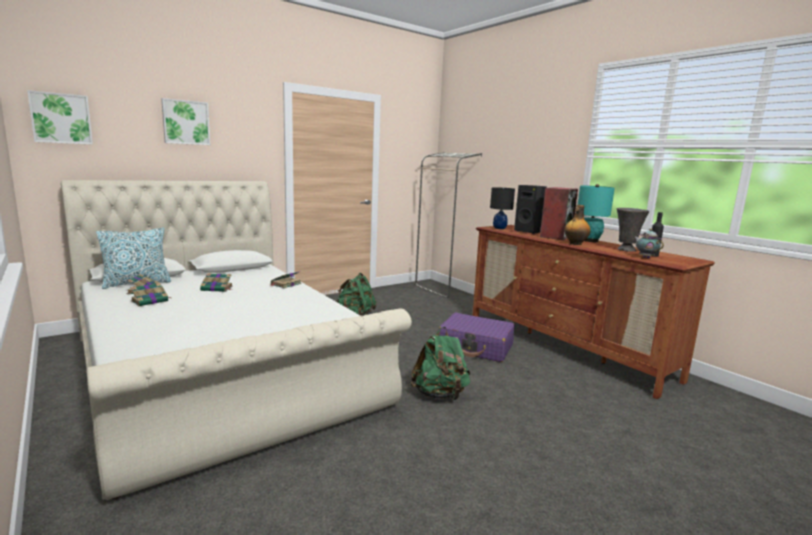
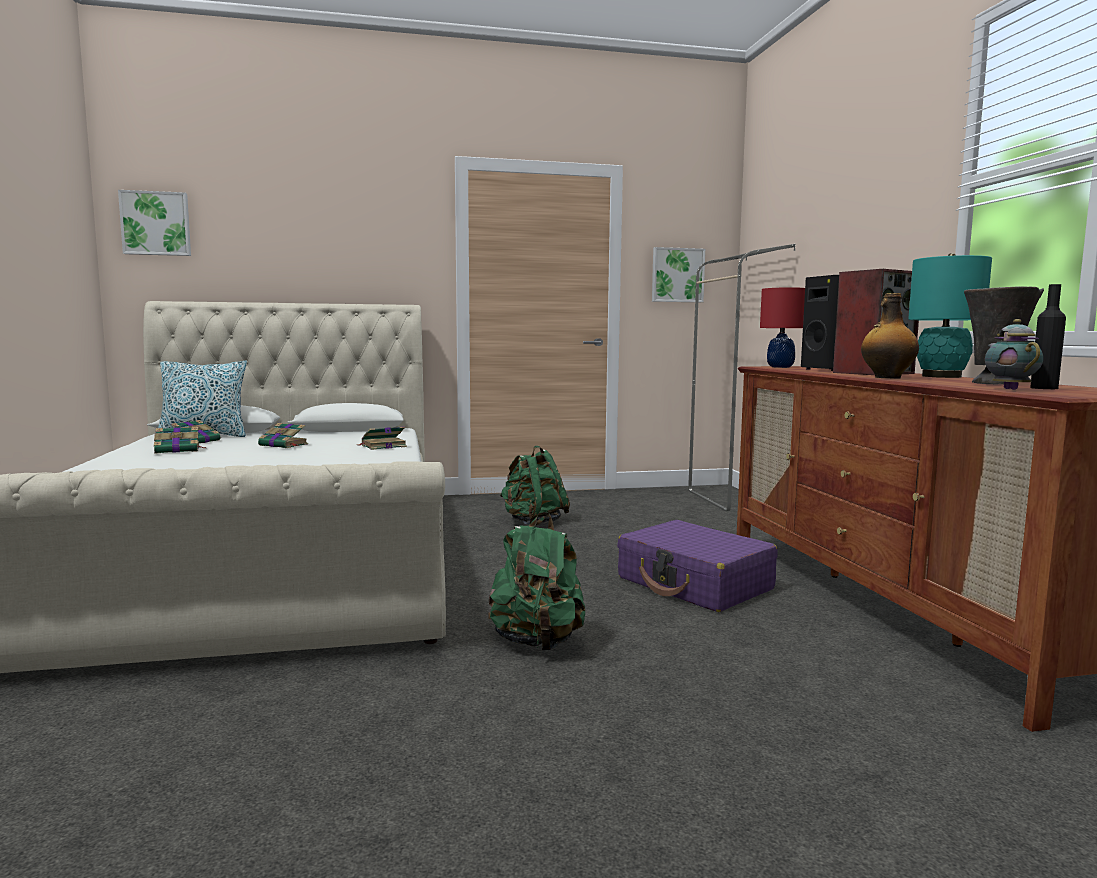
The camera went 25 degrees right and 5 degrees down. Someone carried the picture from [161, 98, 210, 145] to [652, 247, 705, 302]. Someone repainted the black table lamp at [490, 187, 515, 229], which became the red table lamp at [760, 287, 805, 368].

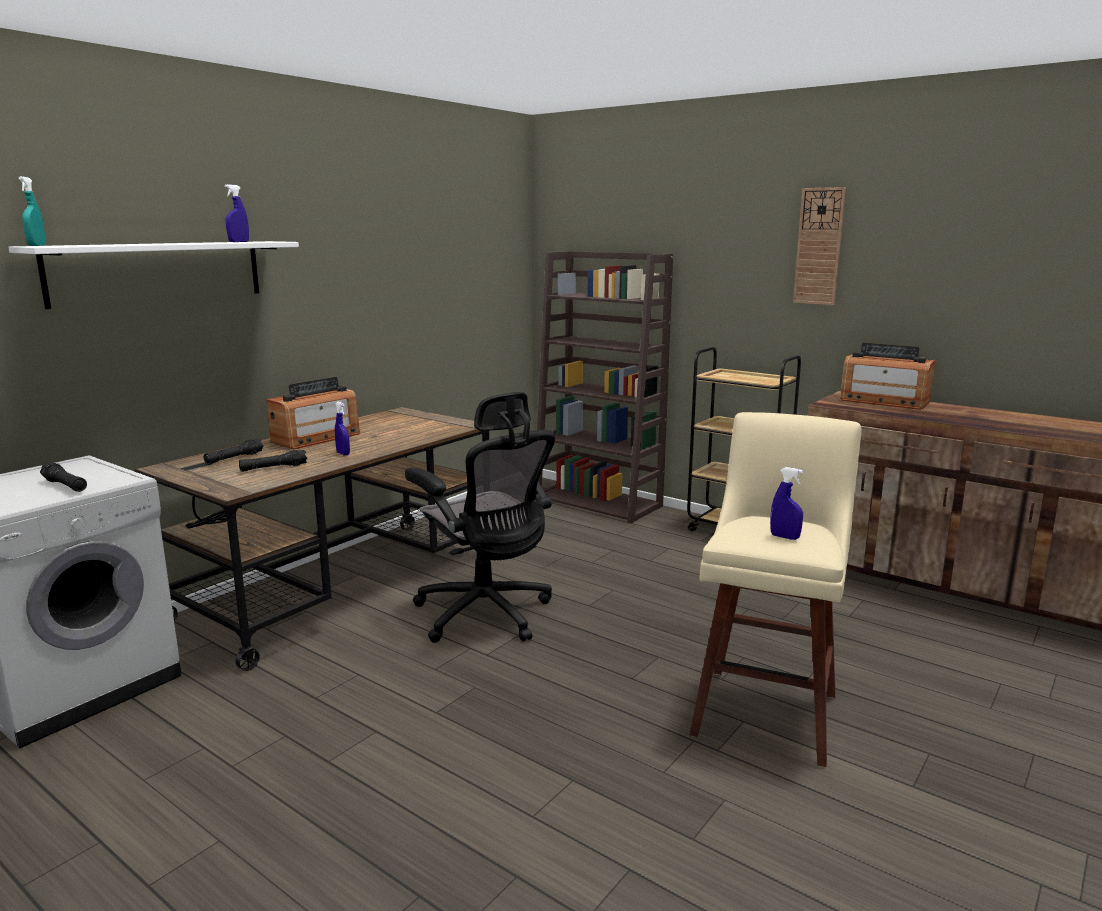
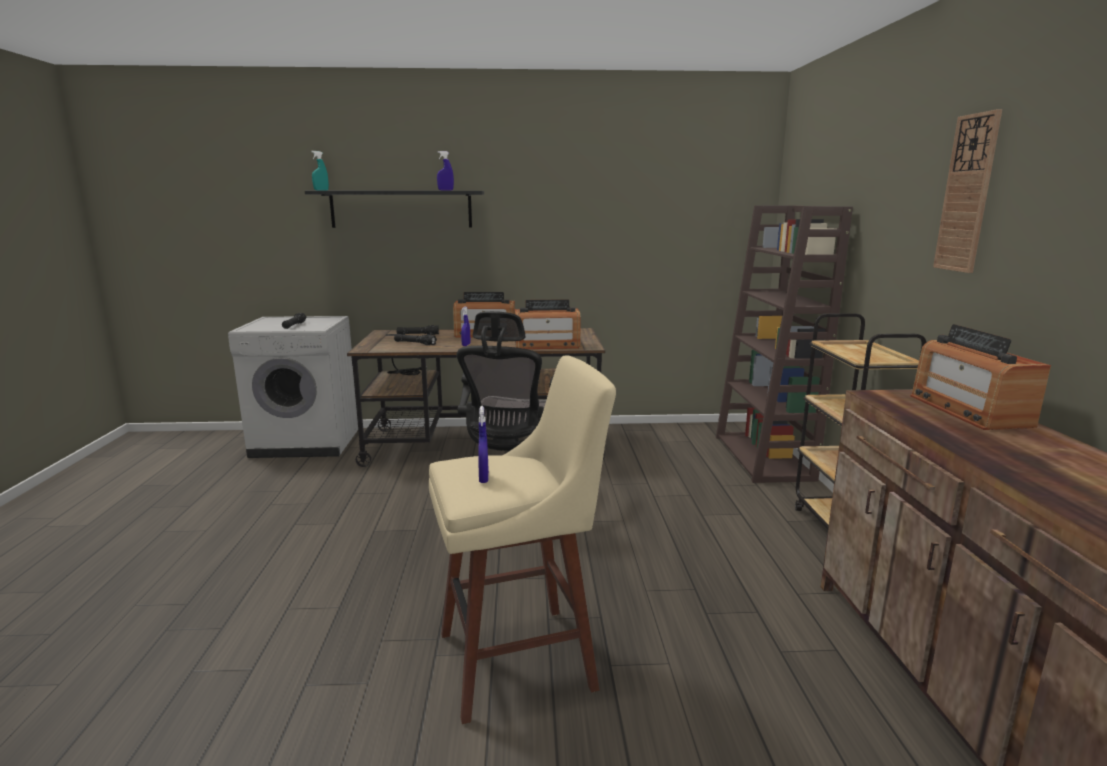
The camera went 50 degrees right and 0 degrees up. Someone repainted the white shelf at [9, 241, 299, 309], which became the black shelf at [305, 191, 484, 228]. Someone put down the radio at [515, 299, 580, 349].

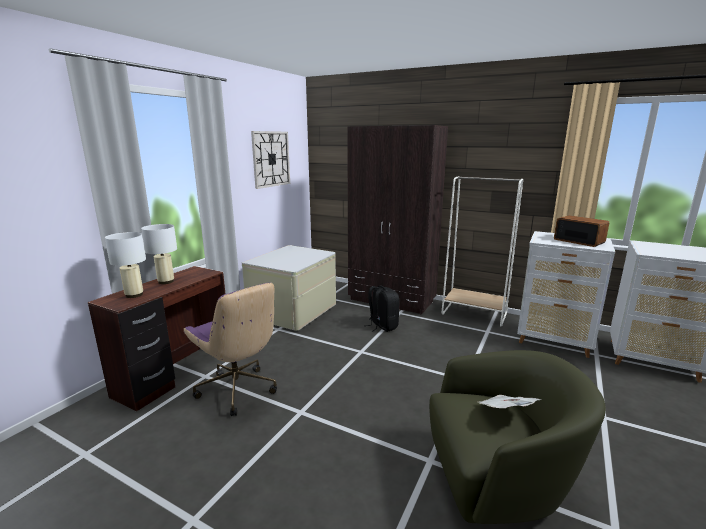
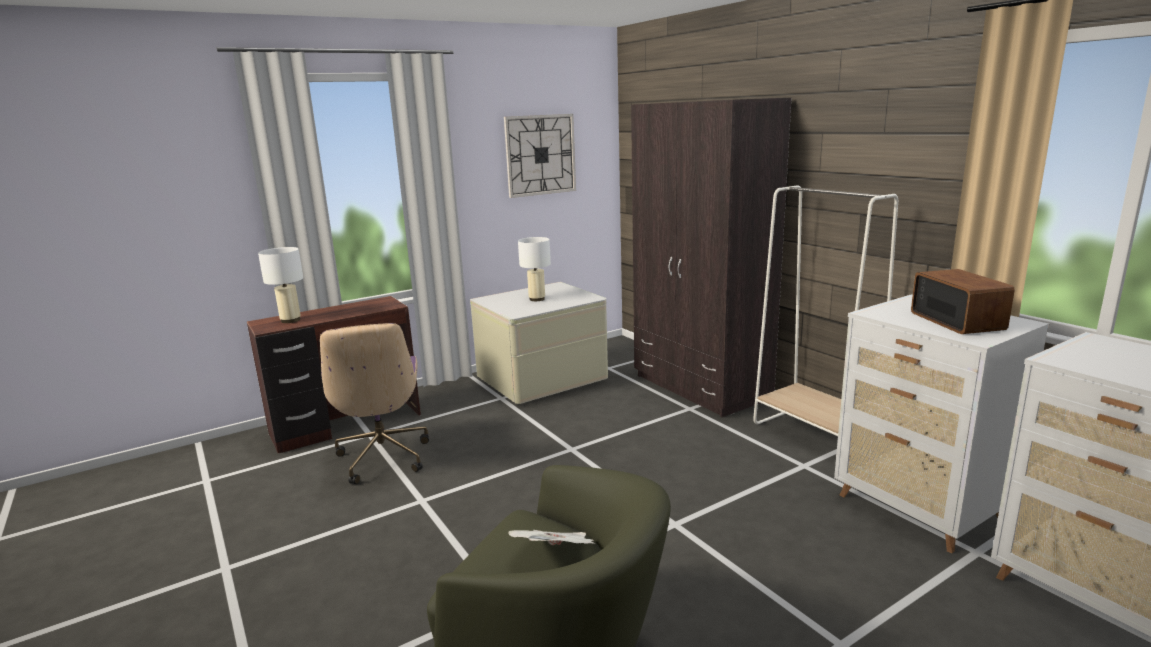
The camera went 30 degrees right and 0 degrees up. Someone carried the white table lamp from [141, 224, 177, 284] to [518, 237, 551, 301]. Someone took away the black backpack at [364, 285, 399, 332].

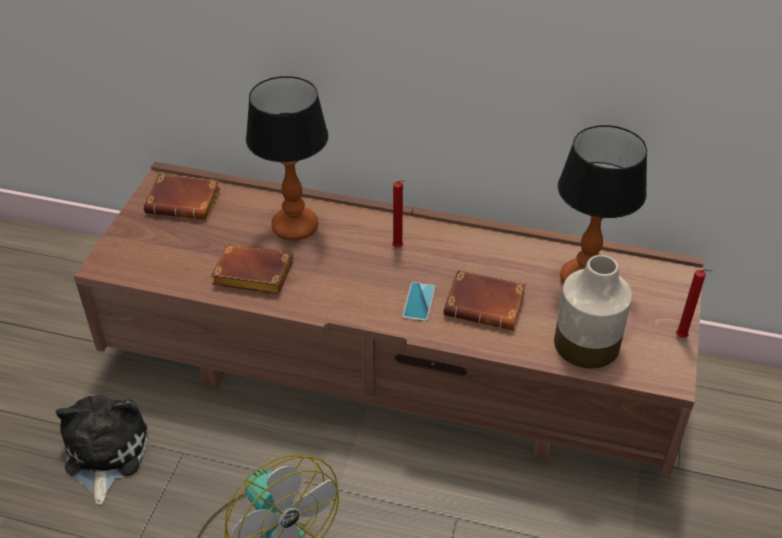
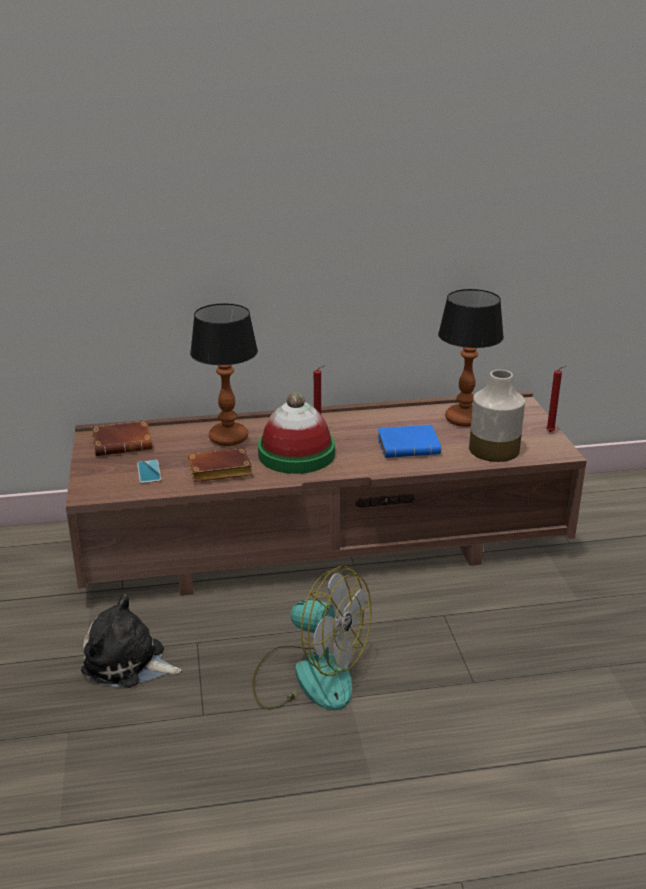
The camera went 25 degrees left and 15 degrees down. Someone repainted the brown book at [443, 270, 526, 330], which became the blue book at [377, 425, 441, 458]. Someone carried the phone from [402, 282, 435, 321] to [137, 460, 162, 483]. Someone rotated the plush toy at [56, 395, 147, 505] by 45 degrees counterclockwise. Someone put down the hat at [258, 392, 335, 474].

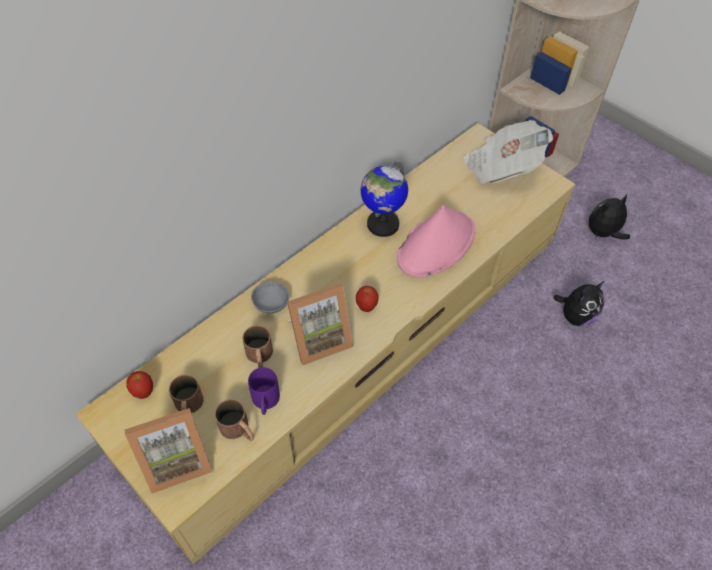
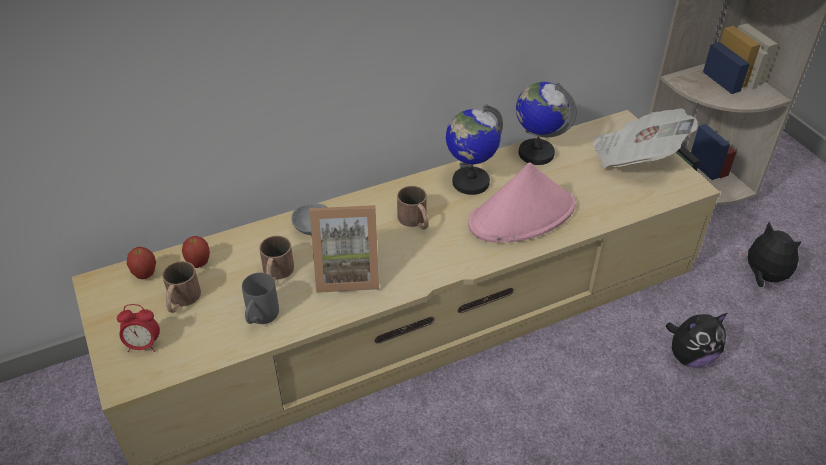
The camera went 20 degrees right and 10 degrees down. Someone rotated the plush toy at [589, 194, 630, 240] by 60 degrees clockwise. Someone carried the apple from [356, 286, 379, 312] to [182, 236, 210, 268]. Someone repainted the purple mug at [248, 367, 280, 415], which became the grey mug at [242, 273, 279, 324]. Someone carried the brown mug from [215, 399, 254, 441] to [397, 186, 429, 230]. Someone swapped the picture frame at [125, 408, 212, 494] for the alarm clock at [117, 304, 160, 352]. Someone put down the globe at [516, 82, 577, 165].

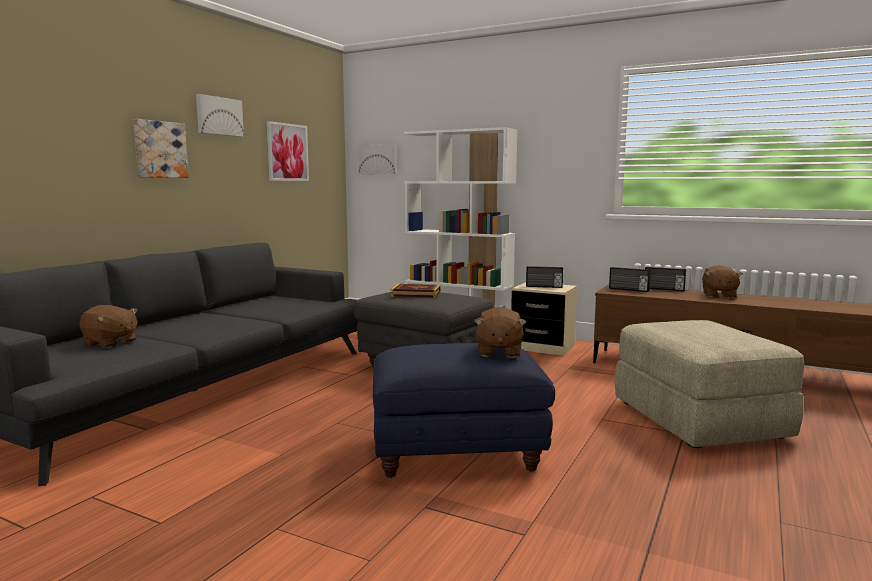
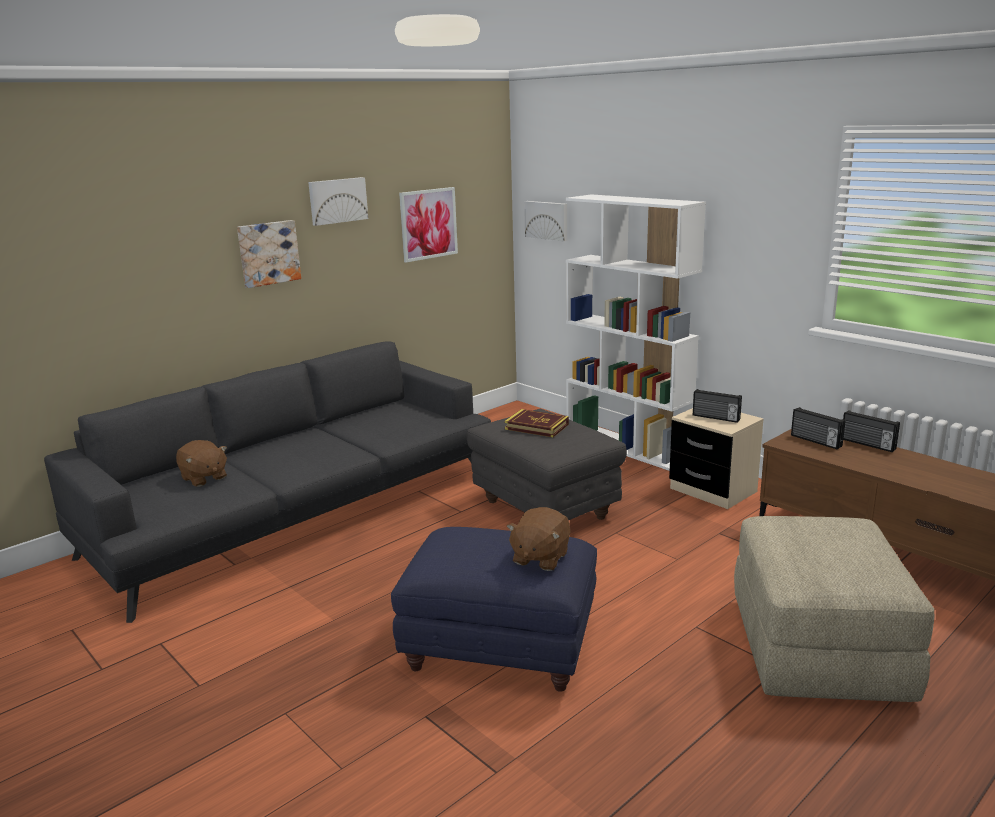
The camera went 20 degrees right and 10 degrees up. Someone took away the brown plush toy at [702, 265, 743, 298].

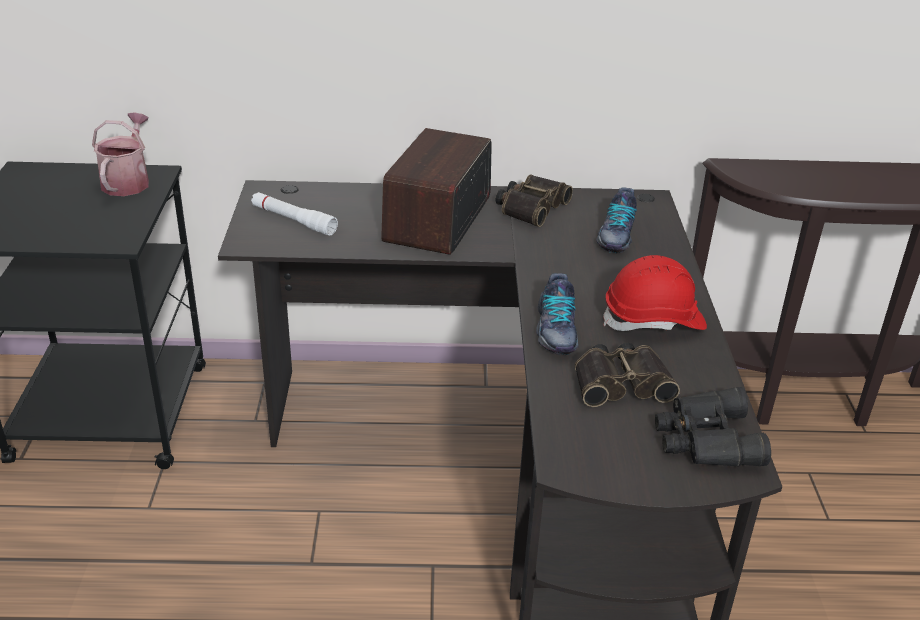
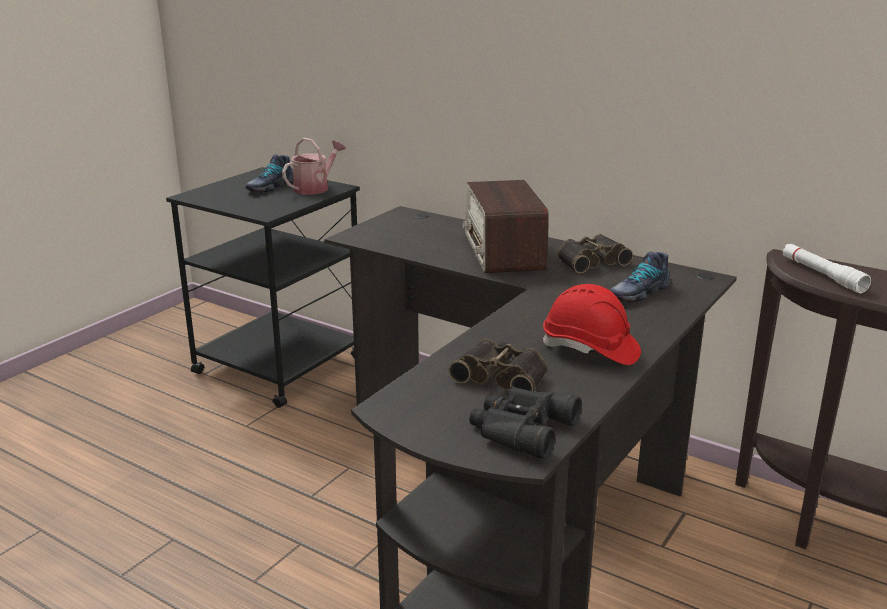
The camera went 35 degrees right and 10 degrees down. Someone rotated the radio at [381, 128, 492, 255] by 60 degrees counterclockwise. Someone carried the white flashlight from [251, 192, 338, 235] to [783, 244, 871, 293]. Someone carried the shoe from [536, 273, 579, 355] to [245, 154, 293, 194].

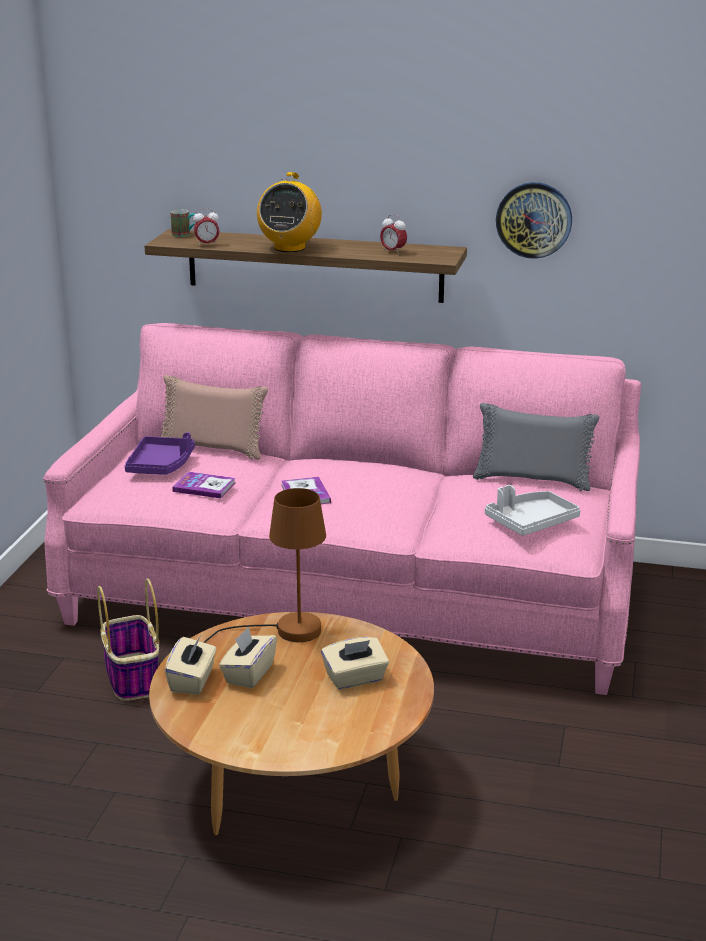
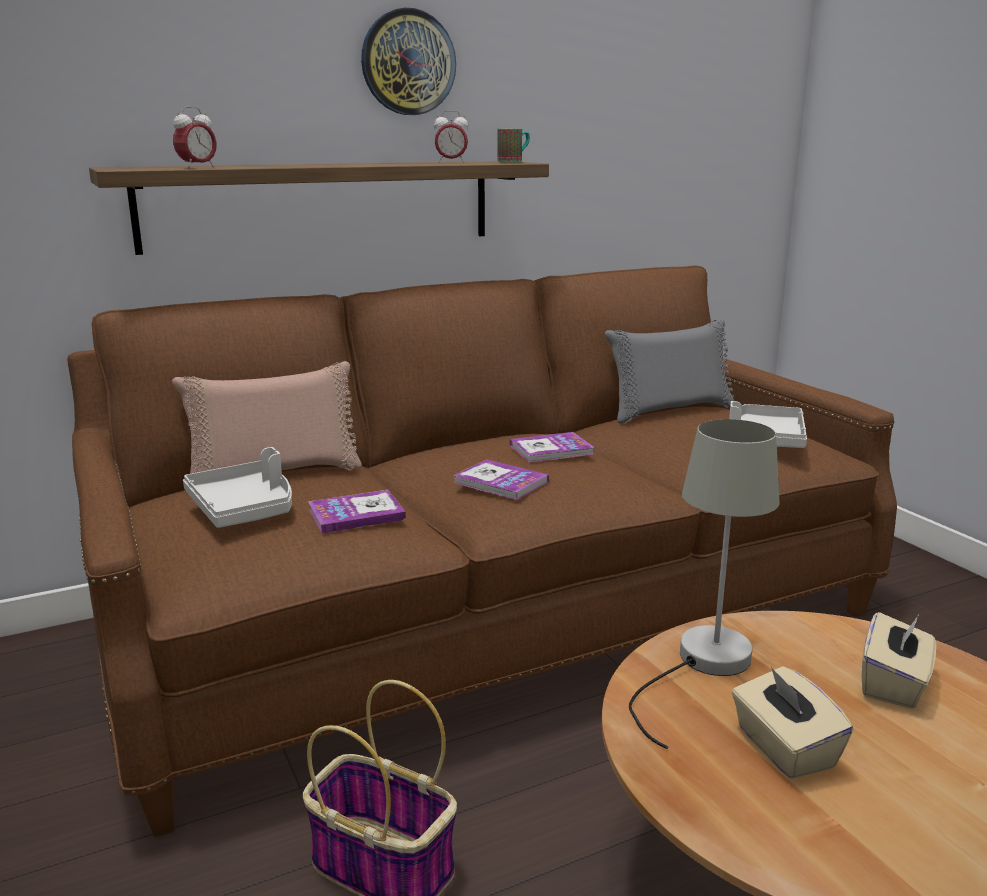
The camera went 40 degrees left and 5 degrees down. Someone took away the radio at [257, 172, 322, 252]. Someone carried the wall clock from [496, 182, 572, 259] to [361, 8, 456, 115]. Someone carried the mug from [171, 209, 196, 237] to [498, 128, 530, 162]. Someone repainted the pink sofa at [43, 323, 641, 695], which became the brown sofa at [67, 265, 897, 837]. Someone repainted the purple tray at [125, 432, 195, 475], which became the grey tray at [183, 447, 292, 528]. Someone repainted the brown table lamp at [203, 488, 326, 643], which became the grey table lamp at [629, 419, 780, 749]. Someone took away the beige tissue box at [165, 637, 217, 695]. Someone put down the book at [510, 432, 595, 463].

